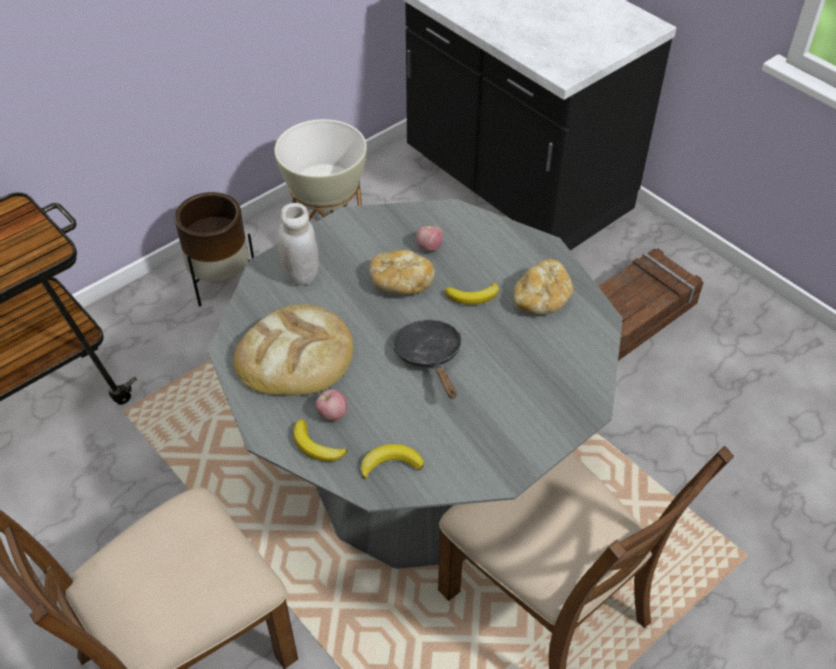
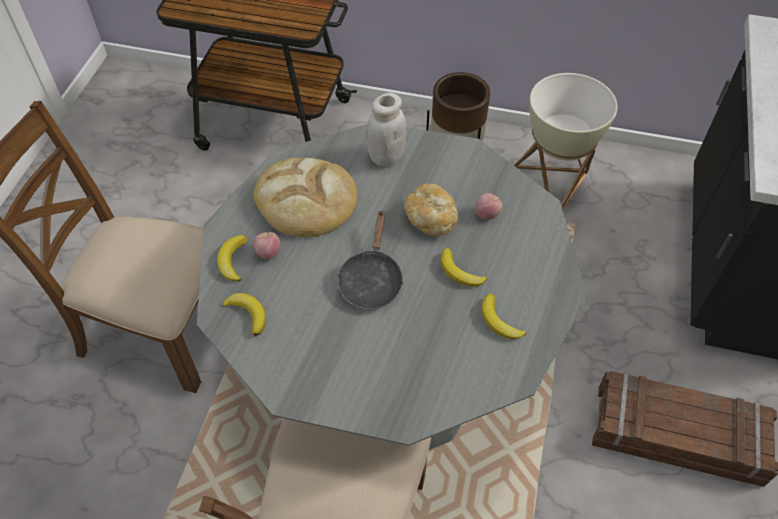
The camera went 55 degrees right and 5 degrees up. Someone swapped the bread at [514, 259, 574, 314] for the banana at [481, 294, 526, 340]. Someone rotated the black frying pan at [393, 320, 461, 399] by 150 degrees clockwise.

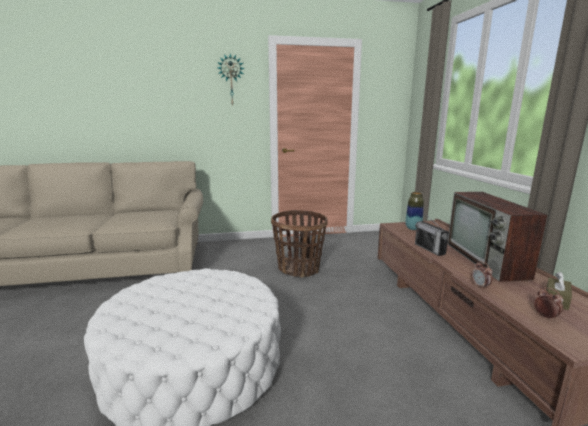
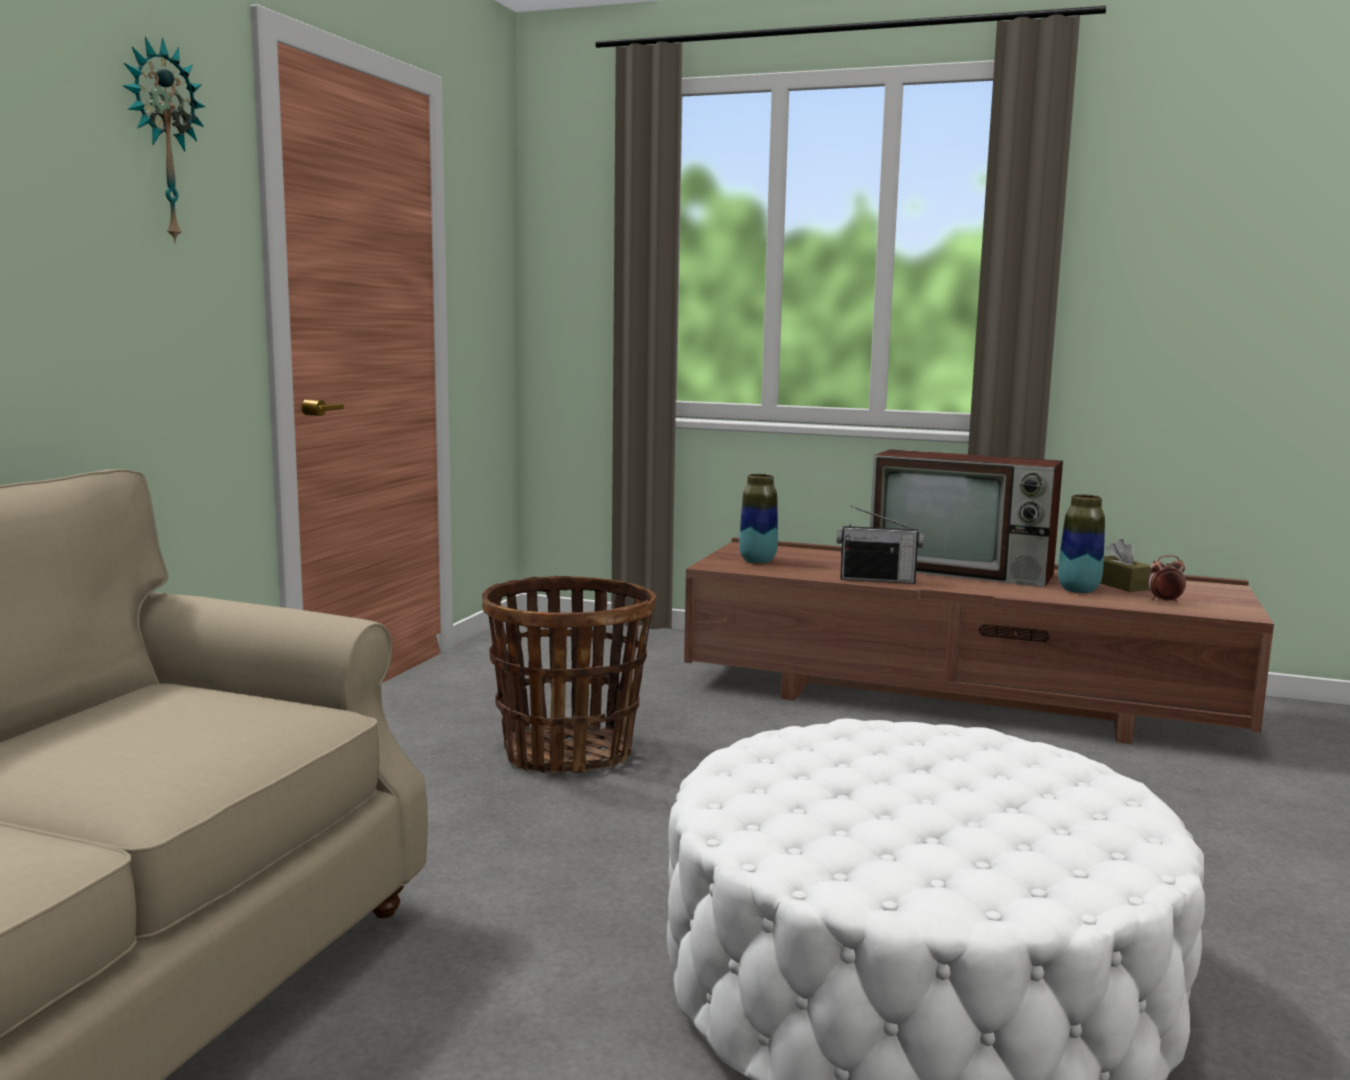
The camera went 60 degrees left and 5 degrees down. Someone took away the alarm clock at [472, 261, 493, 289]. Someone put down the vase at [1058, 494, 1105, 593].

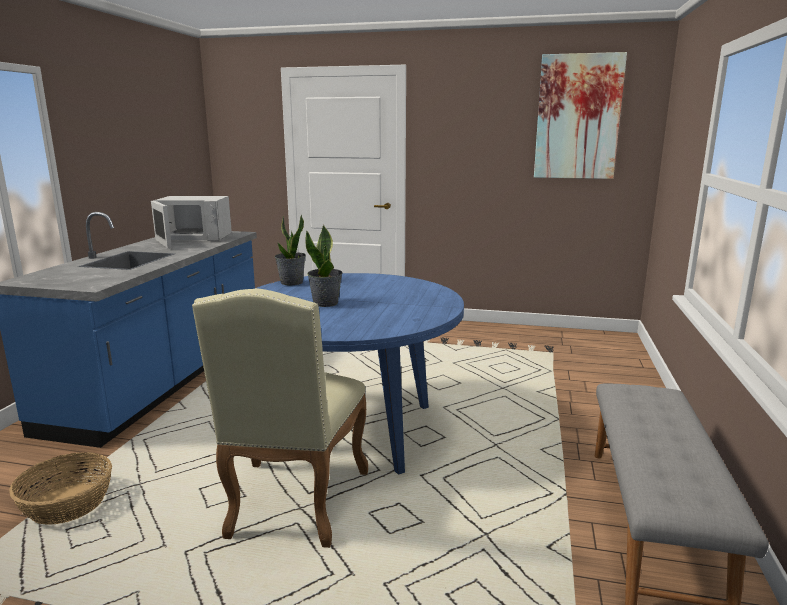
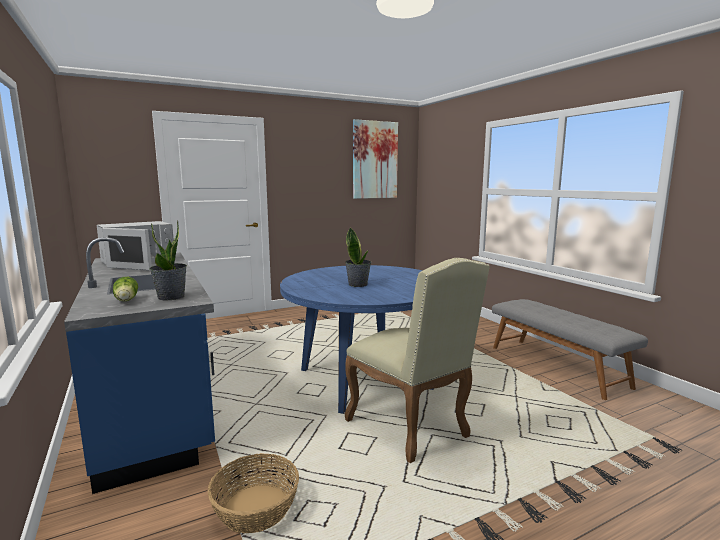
The camera went 40 degrees left and 5 degrees down. Someone carried the potted plant from [275, 214, 306, 285] to [149, 220, 187, 300]. Someone put down the lettuce at [113, 277, 138, 301].

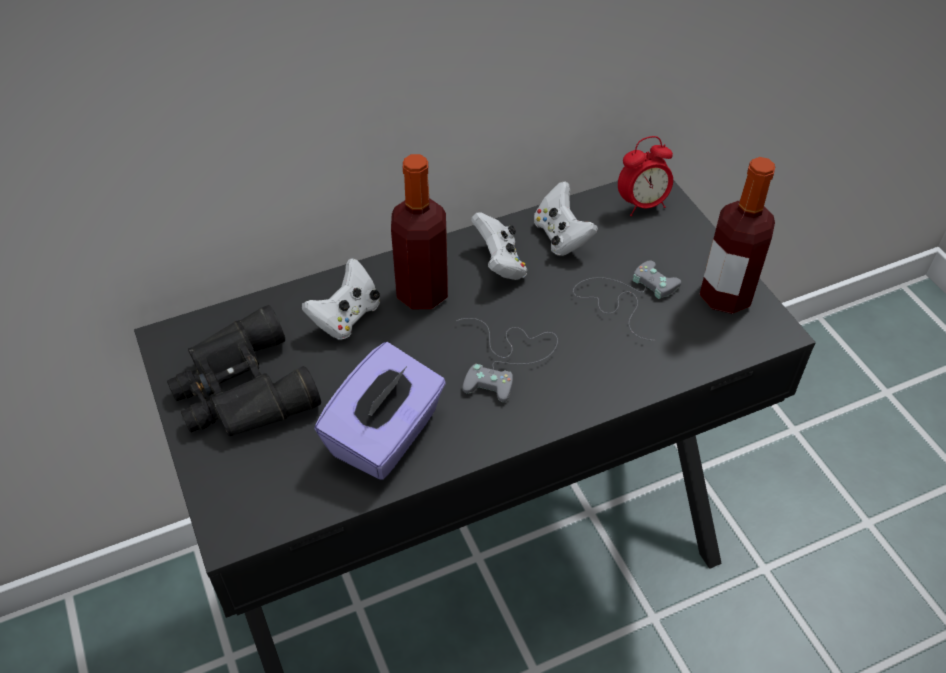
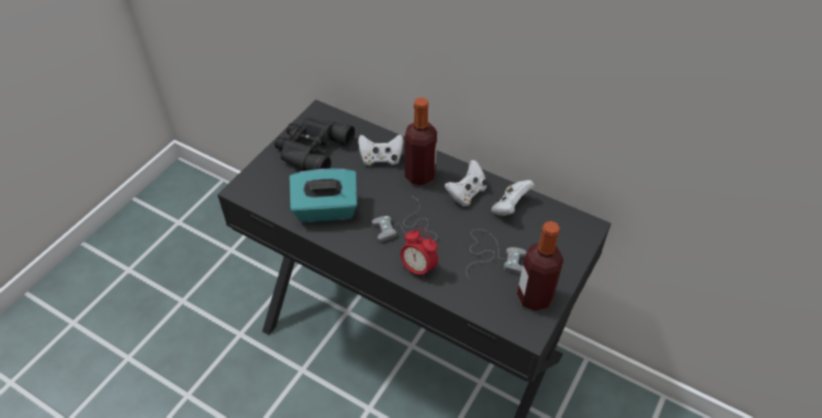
The camera went 55 degrees right and 0 degrees up. Someone carried the alarm clock from [618, 136, 673, 216] to [400, 228, 438, 280]. Someone repainted the purple tissue box at [314, 342, 446, 480], which became the turquoise tissue box at [290, 169, 357, 222].

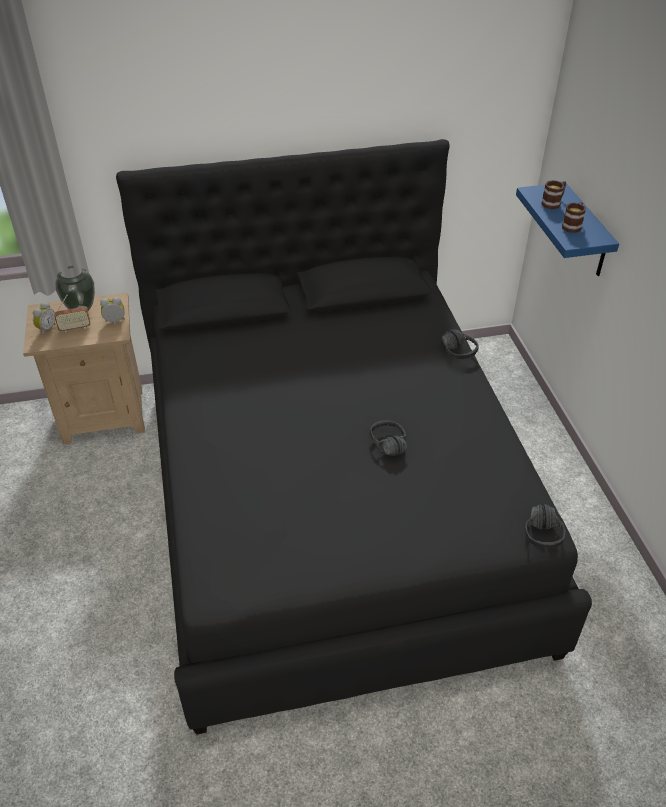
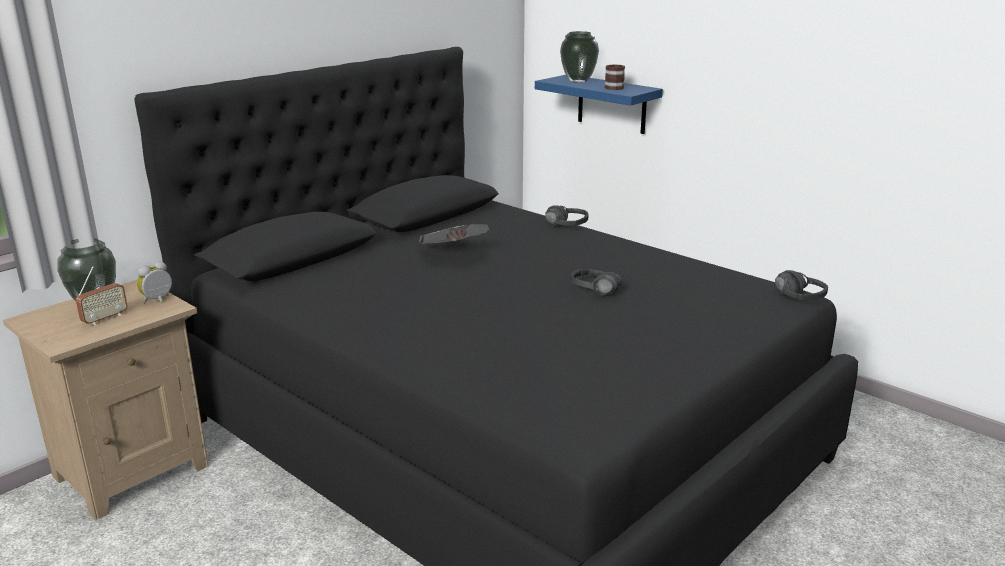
The camera went 35 degrees left and 20 degrees down. Someone swapped the mug at [541, 180, 566, 209] for the vase at [560, 31, 599, 83]. Someone took away the alarm clock at [33, 302, 56, 335]. Someone put down the newspaper at [419, 224, 489, 244].

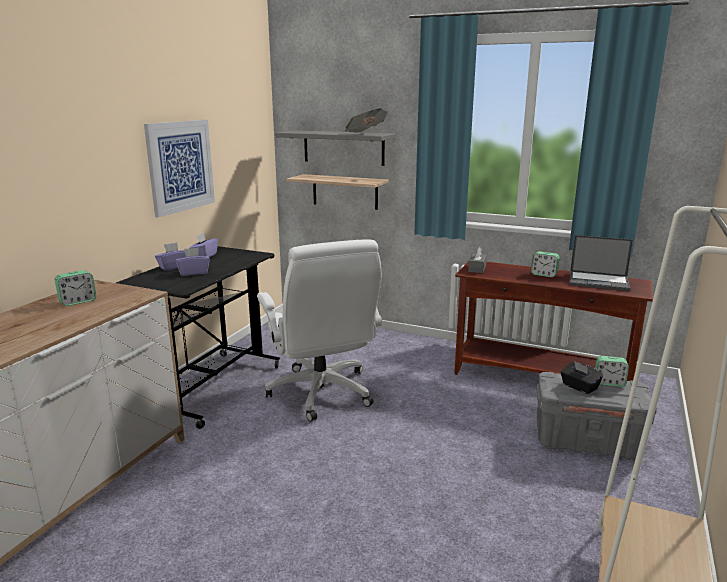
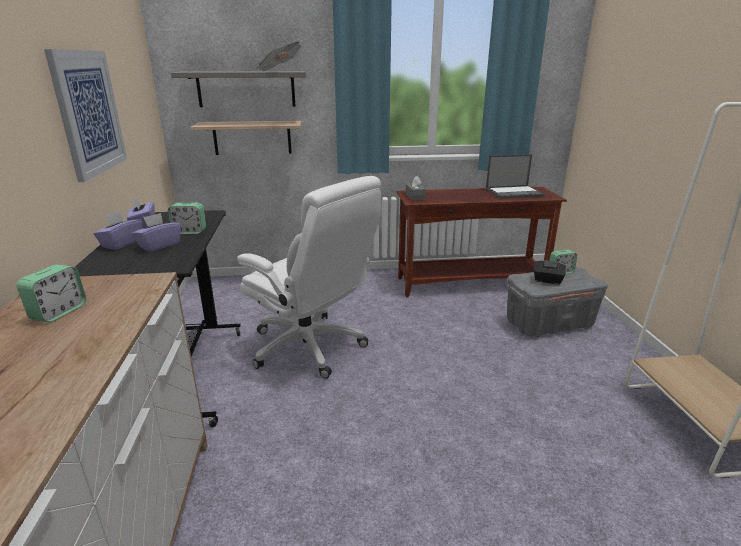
The camera went 30 degrees left and 5 degrees up. Someone carried the alarm clock from [531, 251, 560, 277] to [168, 203, 206, 234].

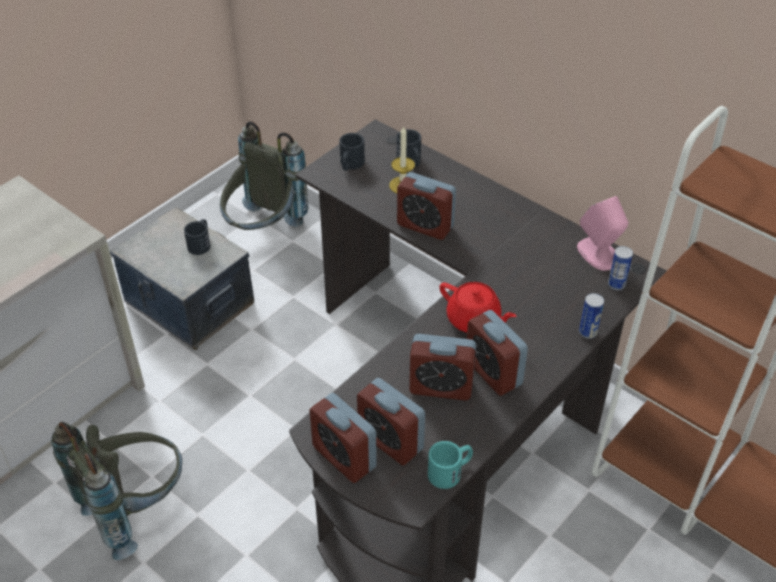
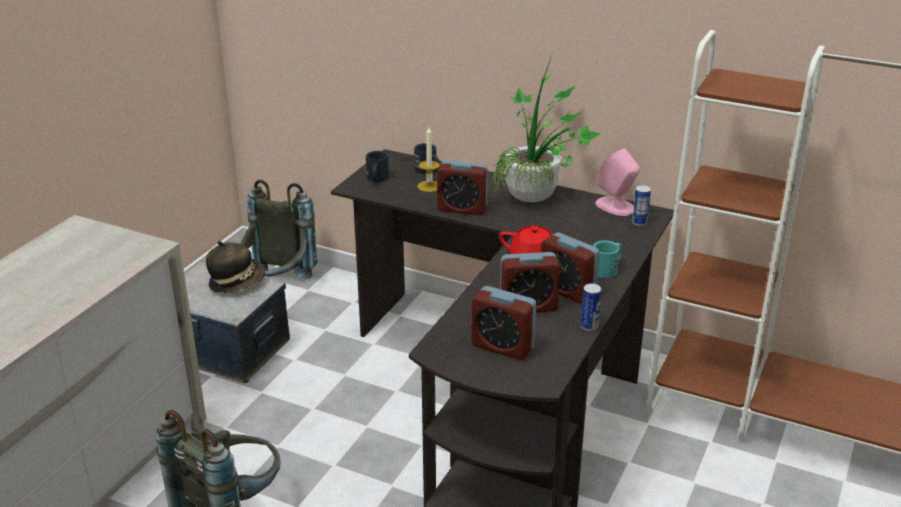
The camera went 15 degrees left and 15 degrees down. Someone swapped the black mug at [184, 219, 210, 255] for the hat at [206, 241, 265, 293]. Someone carried the can from [579, 293, 604, 339] to [581, 283, 602, 331]. Someone took away the alarm clock at [309, 393, 377, 483]. Someone carried the turquoise mug from [428, 441, 473, 489] to [593, 241, 622, 278]. Someone put down the potted plant at [492, 53, 600, 203].

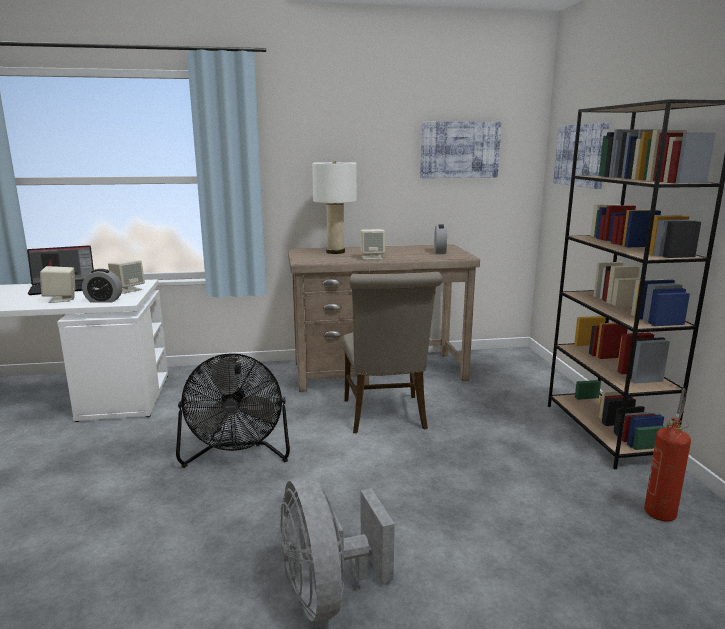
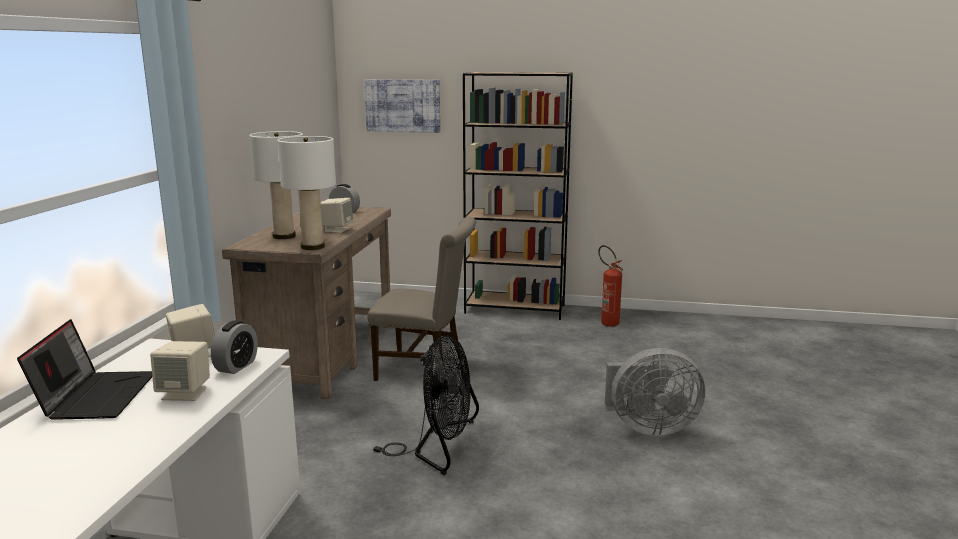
The camera went 70 degrees left and 0 degrees up. Someone took away the picture at [420, 121, 502, 178]. Someone put down the white table lamp at [277, 136, 336, 250].

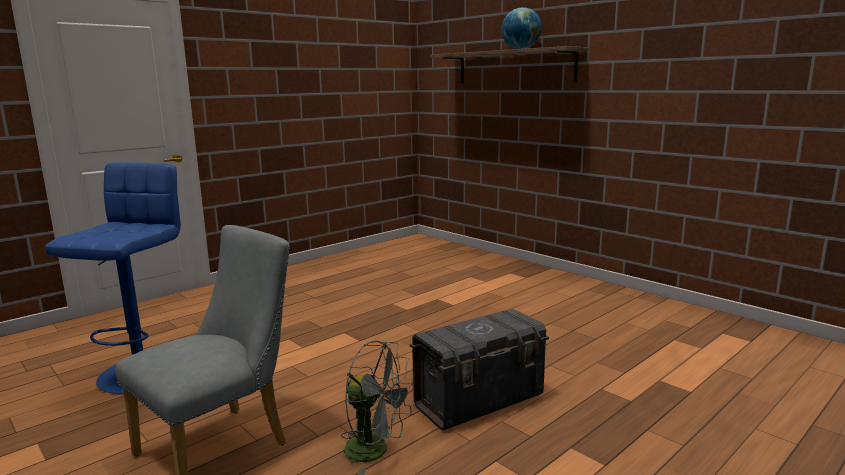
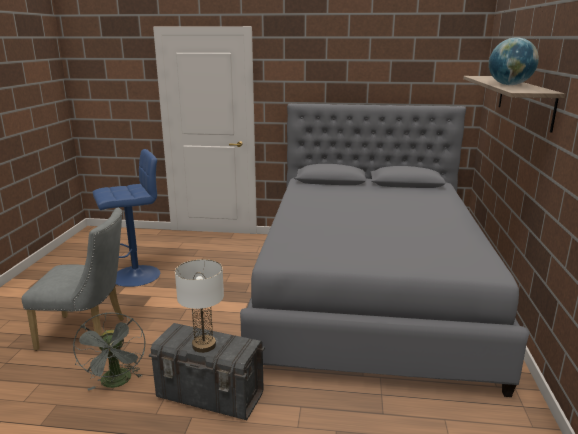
The camera went 50 degrees right and 5 degrees up. Someone put down the grey bed at [240, 103, 529, 397]. Someone put down the table lamp at [175, 259, 224, 353].

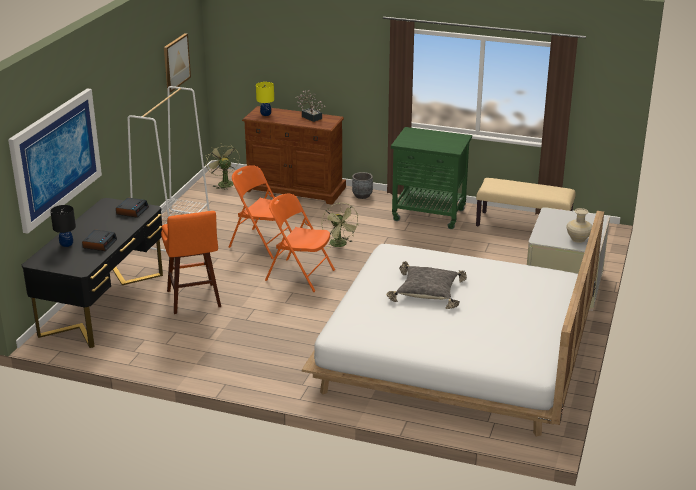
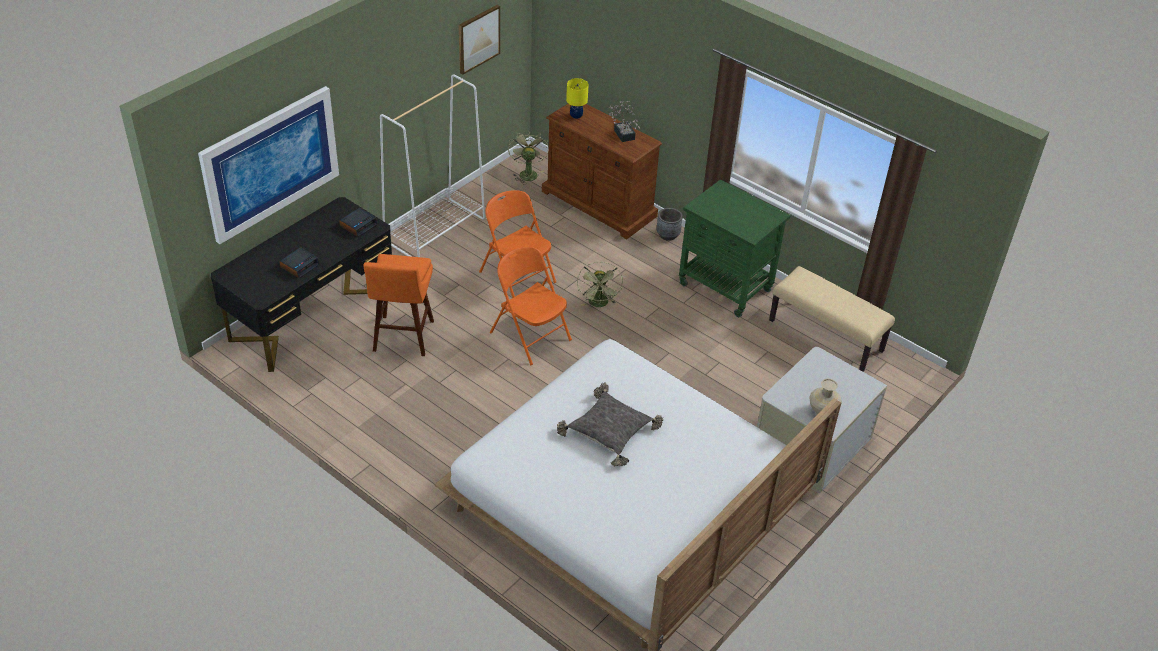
The camera went 20 degrees right and 15 degrees up. Someone took away the black table lamp at [50, 205, 76, 247].

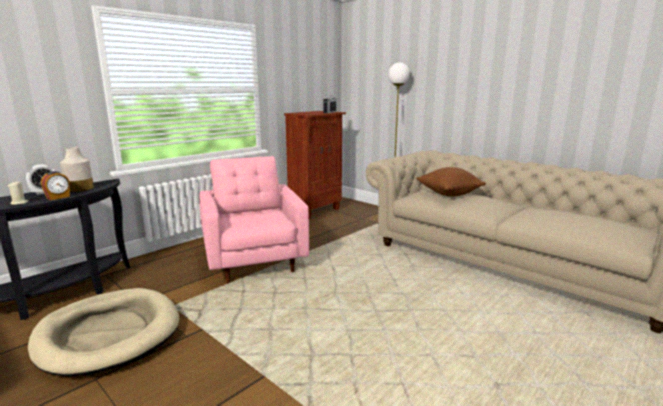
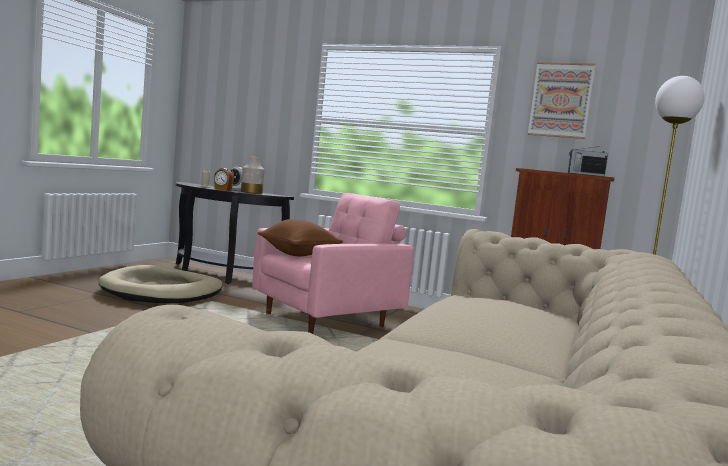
The camera went 70 degrees right and 10 degrees down. Someone carried the brown pillow from [417, 167, 486, 196] to [257, 219, 343, 256]. Someone put up the picture at [528, 62, 595, 139].

